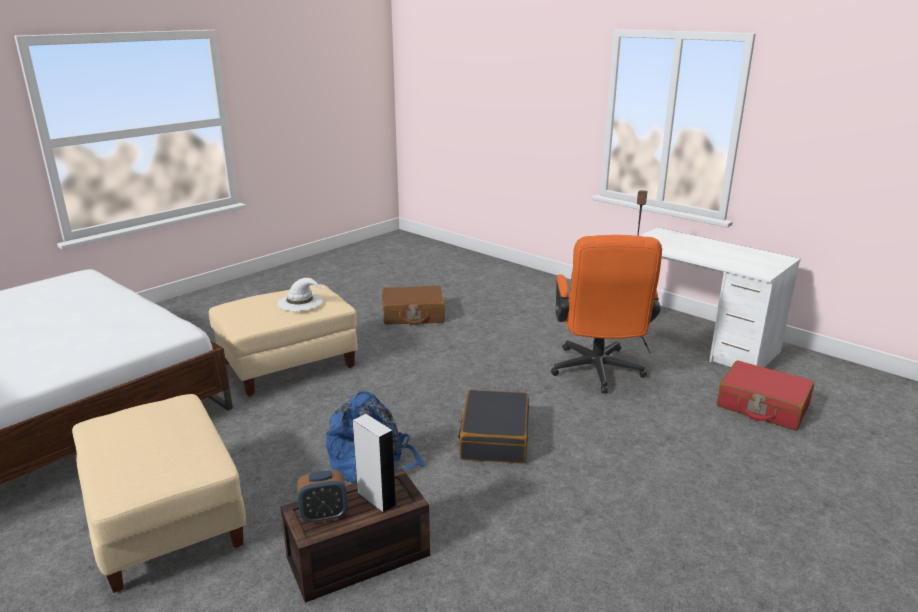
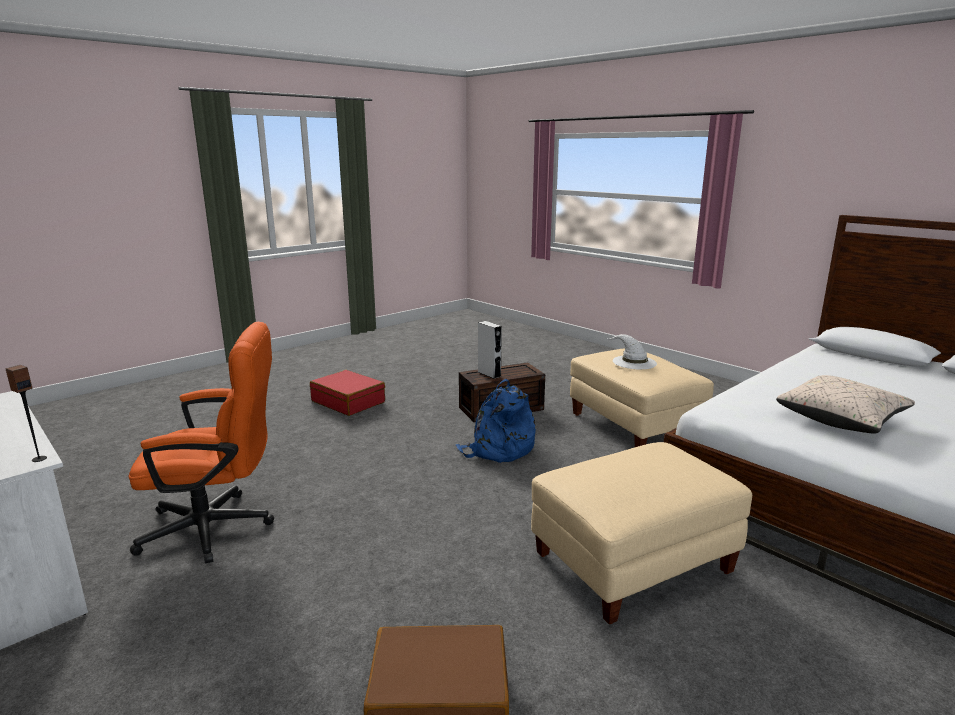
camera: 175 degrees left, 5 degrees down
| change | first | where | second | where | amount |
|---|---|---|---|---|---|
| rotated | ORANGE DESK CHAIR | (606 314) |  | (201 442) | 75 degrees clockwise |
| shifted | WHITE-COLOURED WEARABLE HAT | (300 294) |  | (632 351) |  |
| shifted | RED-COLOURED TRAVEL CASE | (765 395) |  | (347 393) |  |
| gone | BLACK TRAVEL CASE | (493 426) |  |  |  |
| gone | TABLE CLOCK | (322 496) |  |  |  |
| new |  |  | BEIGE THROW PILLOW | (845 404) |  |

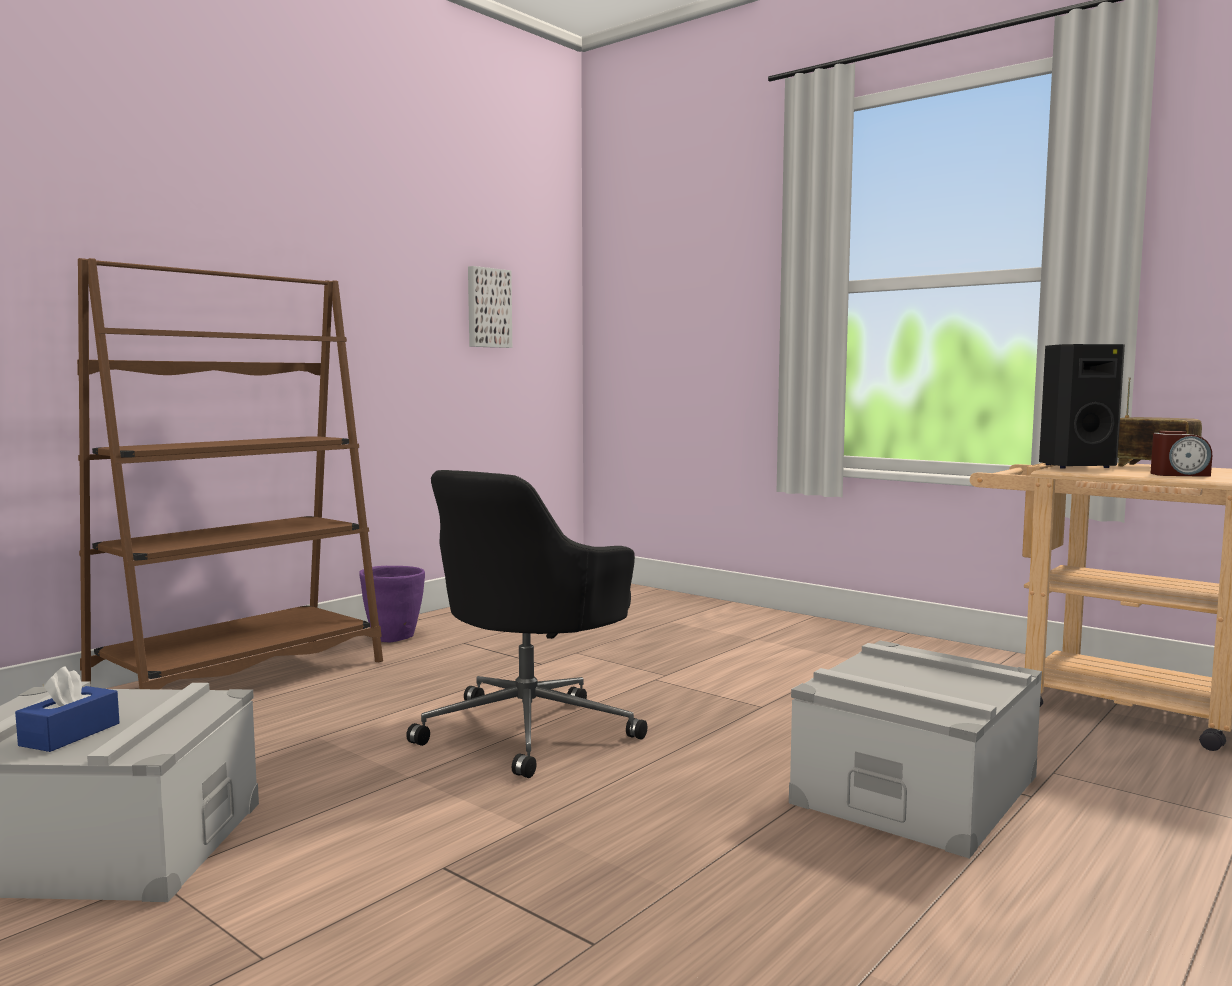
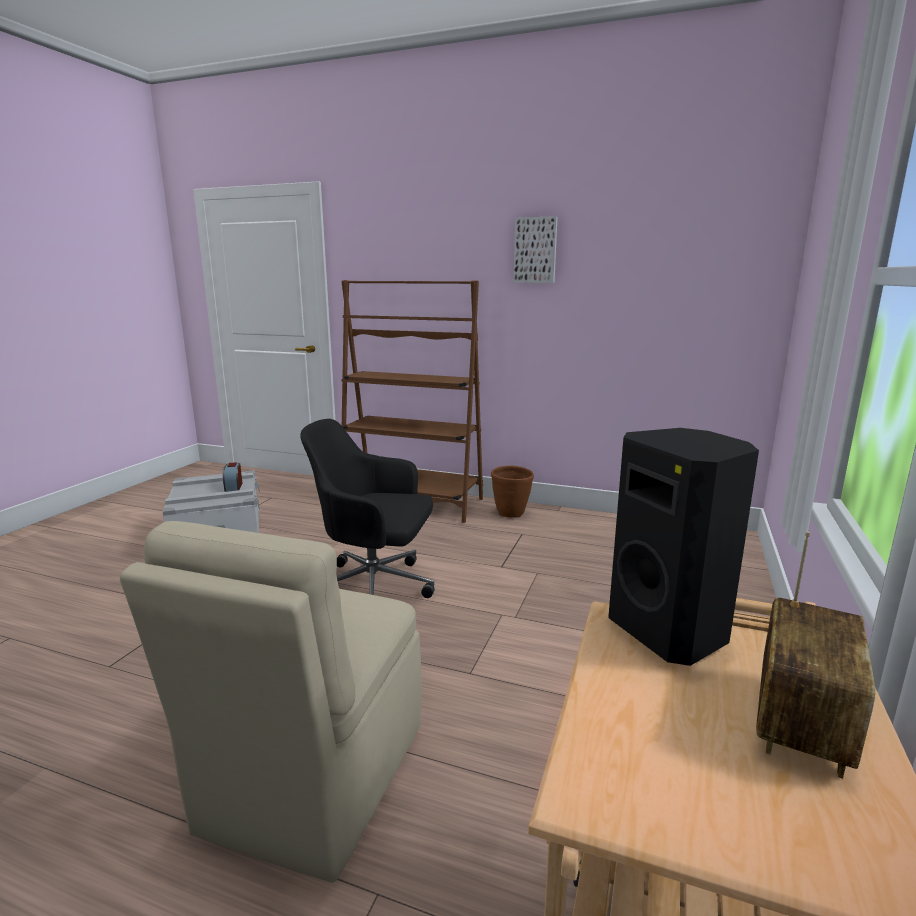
camera: 70 degrees right, 10 degrees up
| change | first | where | second | where | amount |
|---|---|---|---|---|---|
| shifted | WALL ART | (490 307) |  | (536 249) |  |
| shifted | TABLE CLOCK | (1181 454) |  | (232 477) |  |
| repainted | PURPLE FLOWER POT | (392 604) | BROWN FLOWER POT | (512 492) |  |
| swapped | GREYISH STORAGE CONTAINER | (915 749) | BEIGE PLAIN CHAIR | (271 702) |  |
| gone | BLUE TISSUE BOX | (67 709) |  |  |  |

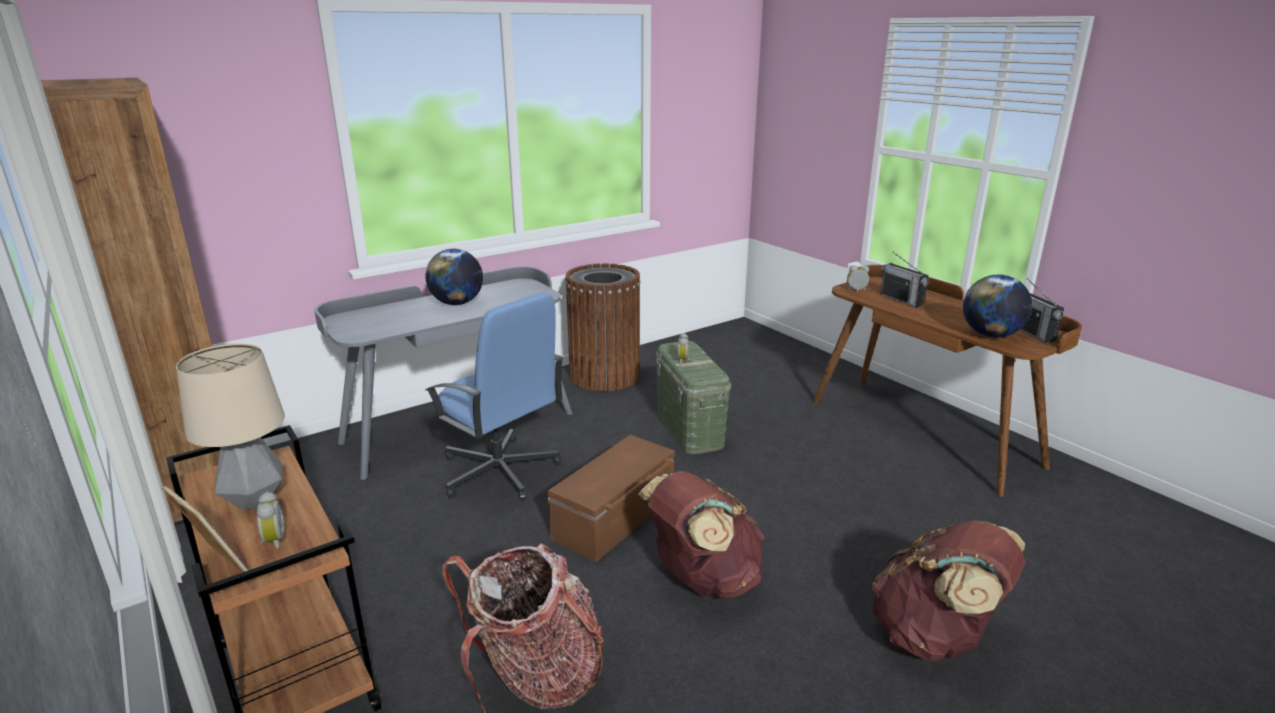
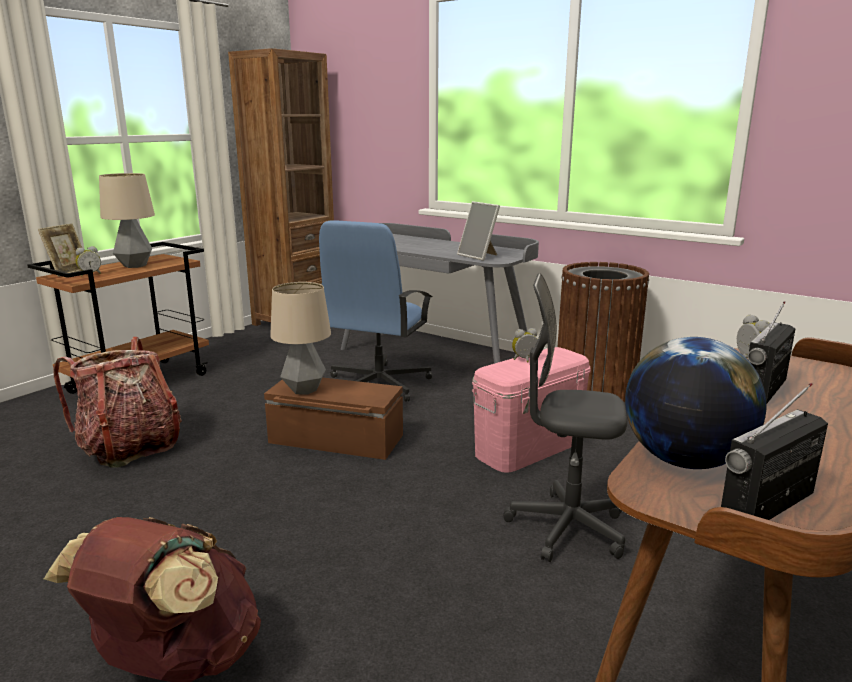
camera: 70 degrees right, 5 degrees down
| change | first | where | second | where | amount |
|---|---|---|---|---|---|
| gone | GLOBE | (454 277) |  |  |  |
| repainted | GREEN STORAGE CONTAINER | (693 397) | PINK STORAGE CONTAINER | (531 410) |  |
| gone | BROWN BACKPACK | (701 535) |  |  |  |
| new |  |  | STANDING FRAME | (478 231) |  |
| new |  |  | GREYISH DESK CHAIR | (565 417) |  |
| new |  |  | LAMP FOR A TABLE | (300 338) |  |

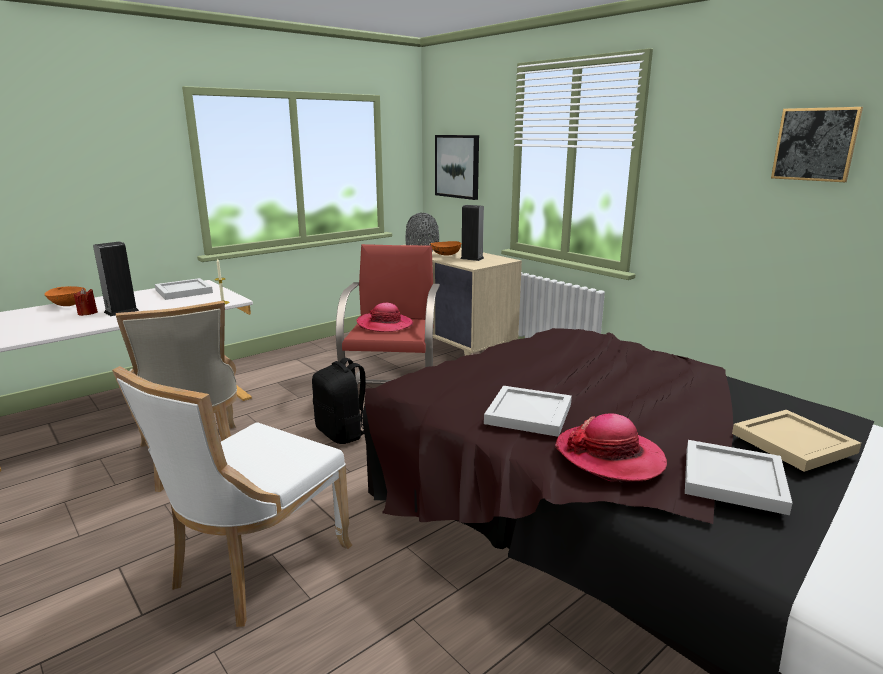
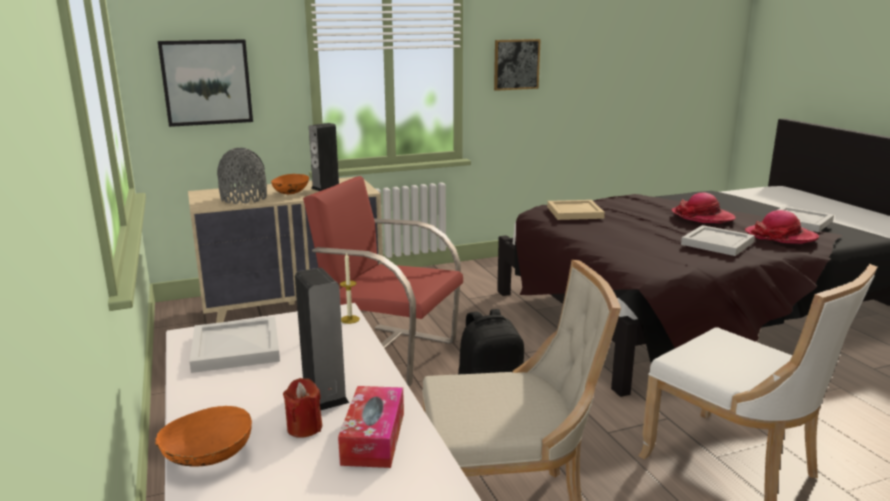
camera: 70 degrees left, 0 degrees up
| change | first | where | second | where | amount |
|---|---|---|---|---|---|
| shifted | WALL ART | (817 144) |  | (517 65) |  |
| shifted | WEARABLE HAT | (385 317) |  | (704 207) |  |
| shifted | BEIGE TRAY | (796 441) |  | (576 210) |  |
| new |  |  | TISSUE BOX | (371 427) |  |

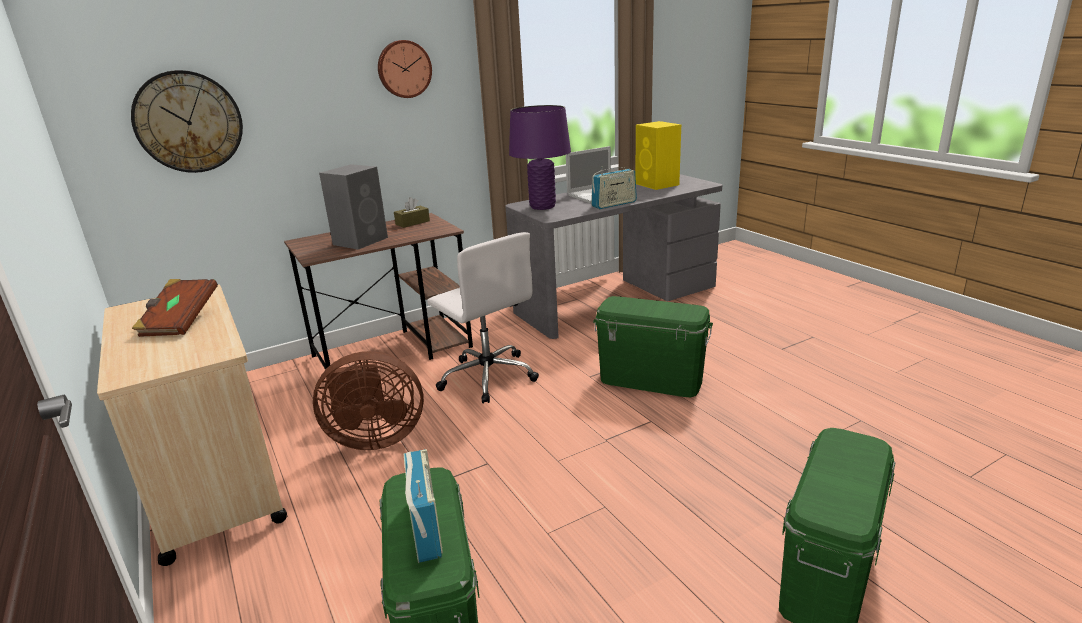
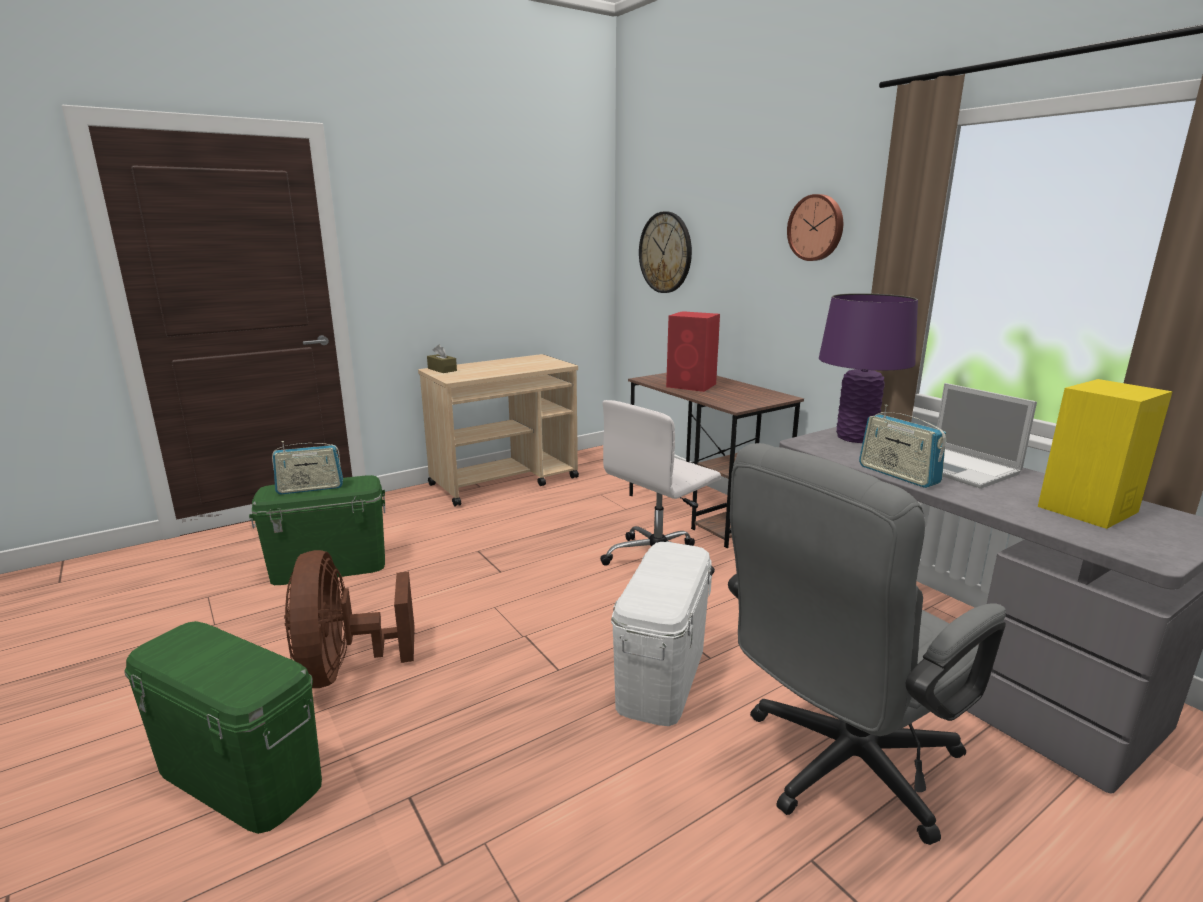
camera: 85 degrees right, 5 degrees down
| change | first | where | second | where | amount |
|---|---|---|---|---|---|
| repainted | GREYISH LOUDSPEAKER | (353 207) | RED-COLOURED LOUDSPEAKER | (693 351) |  |
| shifted | BROWN TISSUE BOX | (412 212) |  | (442 358) |  |
| gone | BROWN BOOK | (175 308) |  |  |  |
| repainted | GREEN STORAGE CONTAINER | (653 346) | WHITE-COLOURED STORAGE CONTAINER | (661 634) |  |
| shifted | BROWN ELECTRIC FAN | (368 400) |  | (349 619) |  |
| new |  |  | GREYISH DESK CHAIR | (867 644) |  |

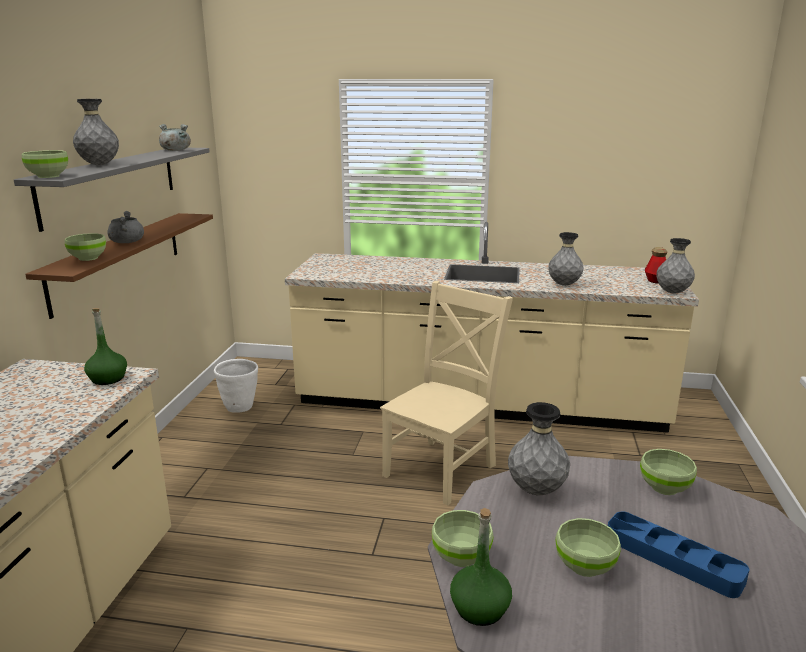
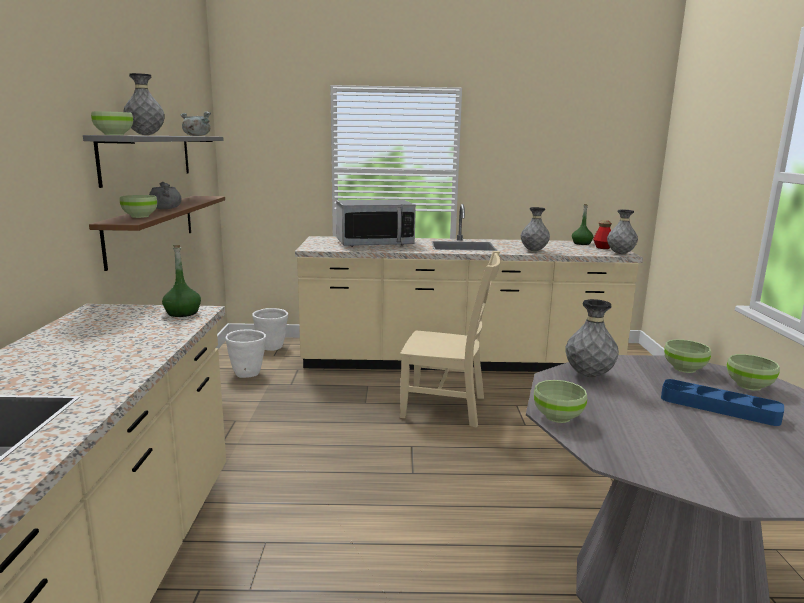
camera: 10 degrees left, 5 degrees down
| change | first | where | second | where | amount |
|---|---|---|---|---|---|
| rotated | BEIGE PLAIN CHAIR | (446 393) |  | (450 339) | 75 degrees clockwise |
| shifted | GREEN DRINK BOTTLE | (481 567) |  | (582 224) |  |
| shifted | GREEN SERVING BOWL | (588 547) |  | (753 372) |  |
| new |  |  | MICROWAVE | (376 223) |  |
| new |  |  | WHITE-COLOURED FLOWER POT | (270 329) |  |

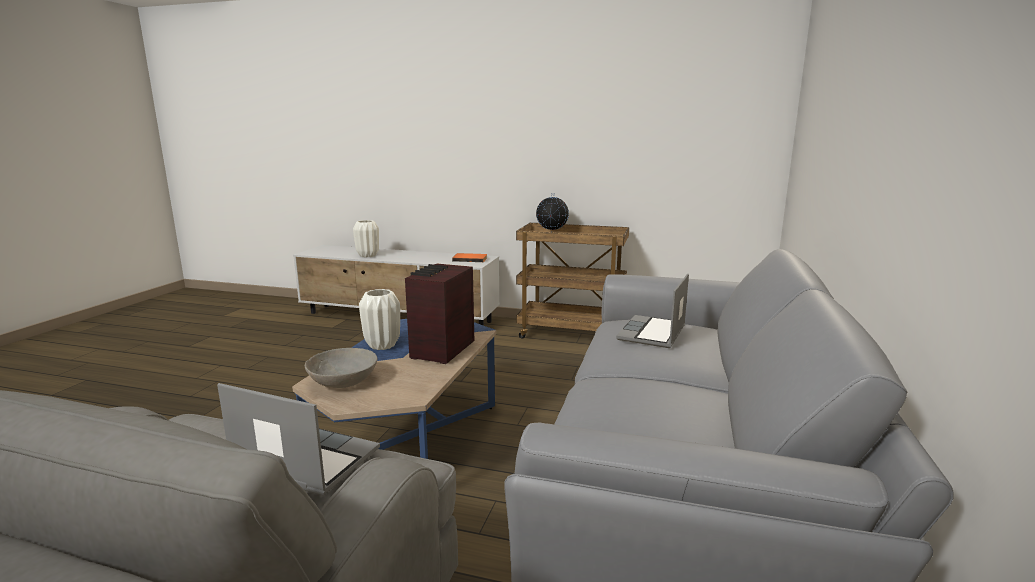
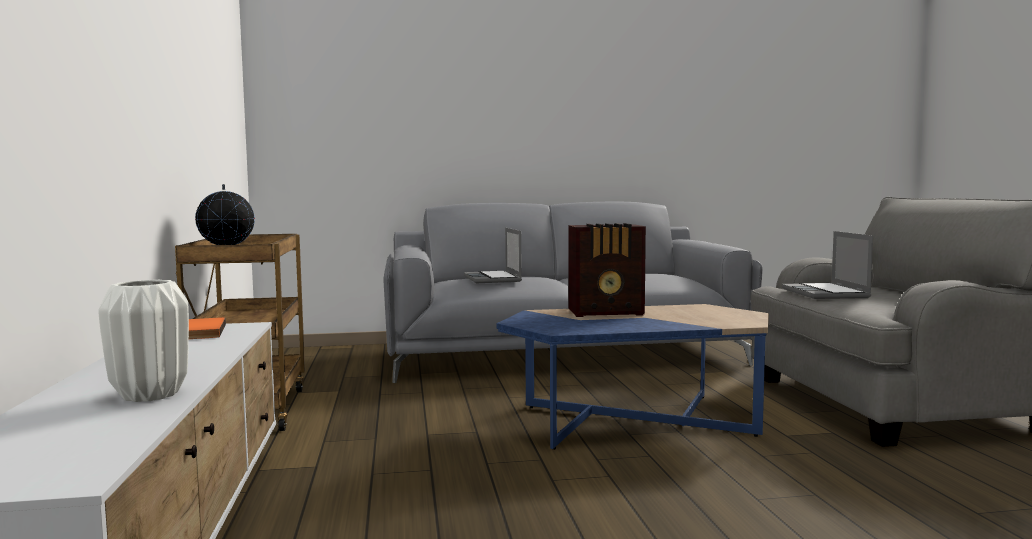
camera: 115 degrees left, 10 degrees down
| change | first | where | second | where | amount |
|---|---|---|---|---|---|
| rotated | LAPTOP | (652 311) |  | (493 255) | 75 degrees clockwise |
| gone | WHITE-COLOURED DECORATIVE VASE | (379 319) |  |  |  |
| gone | GREYISH SERVING BOWL | (341 368) |  |  |  |

